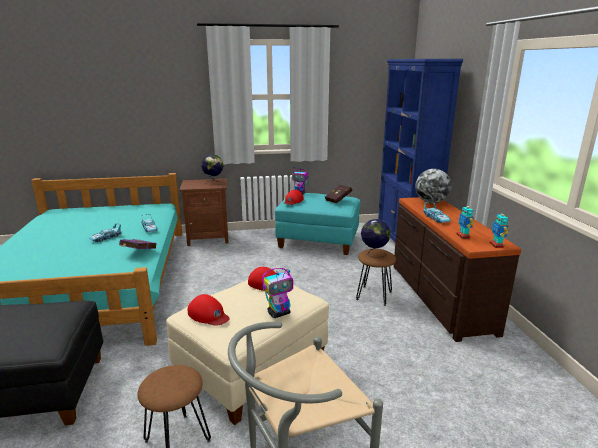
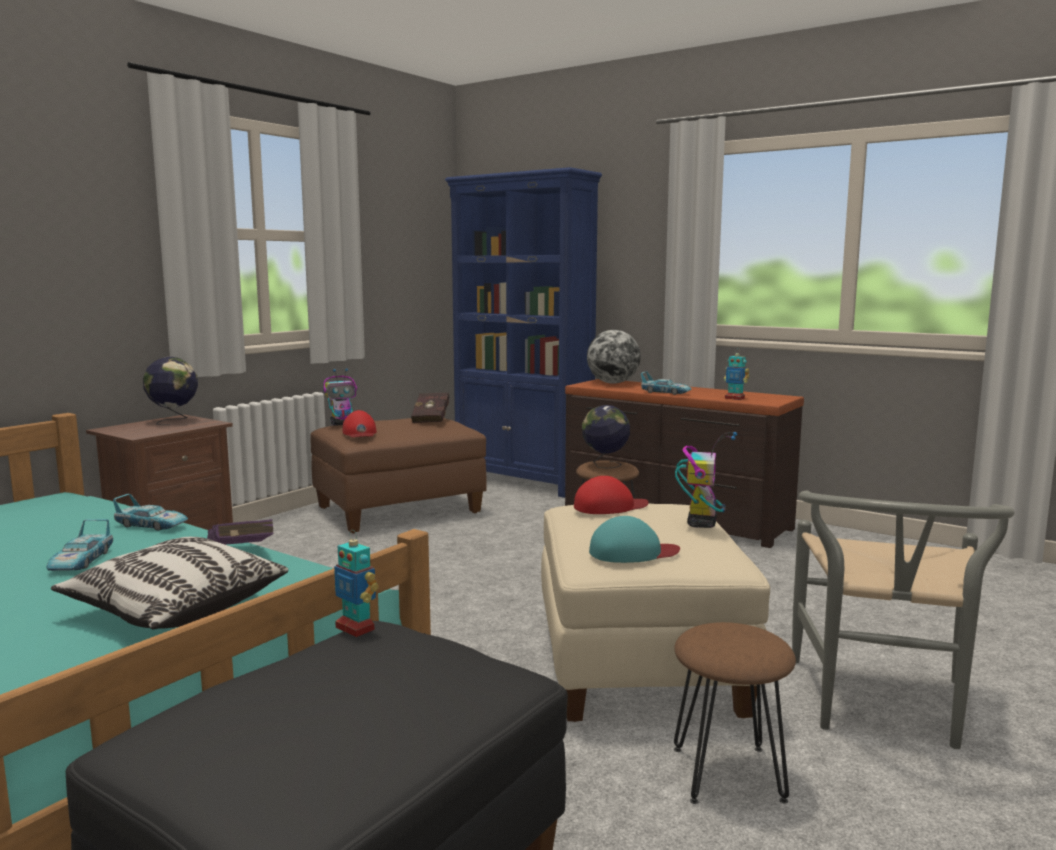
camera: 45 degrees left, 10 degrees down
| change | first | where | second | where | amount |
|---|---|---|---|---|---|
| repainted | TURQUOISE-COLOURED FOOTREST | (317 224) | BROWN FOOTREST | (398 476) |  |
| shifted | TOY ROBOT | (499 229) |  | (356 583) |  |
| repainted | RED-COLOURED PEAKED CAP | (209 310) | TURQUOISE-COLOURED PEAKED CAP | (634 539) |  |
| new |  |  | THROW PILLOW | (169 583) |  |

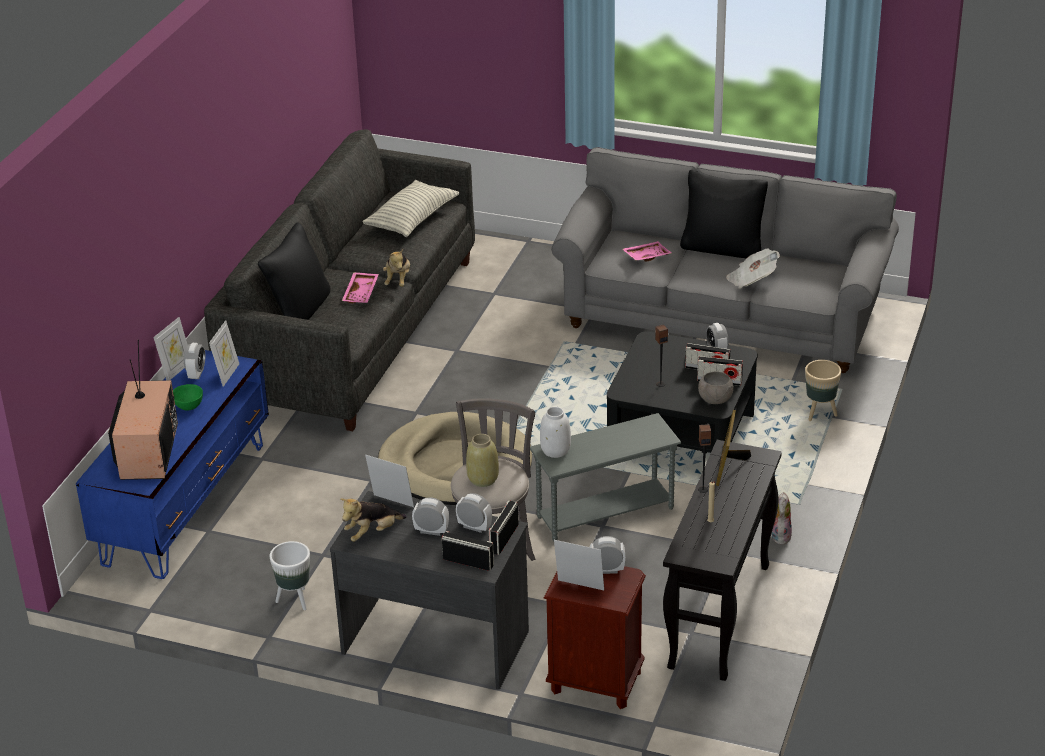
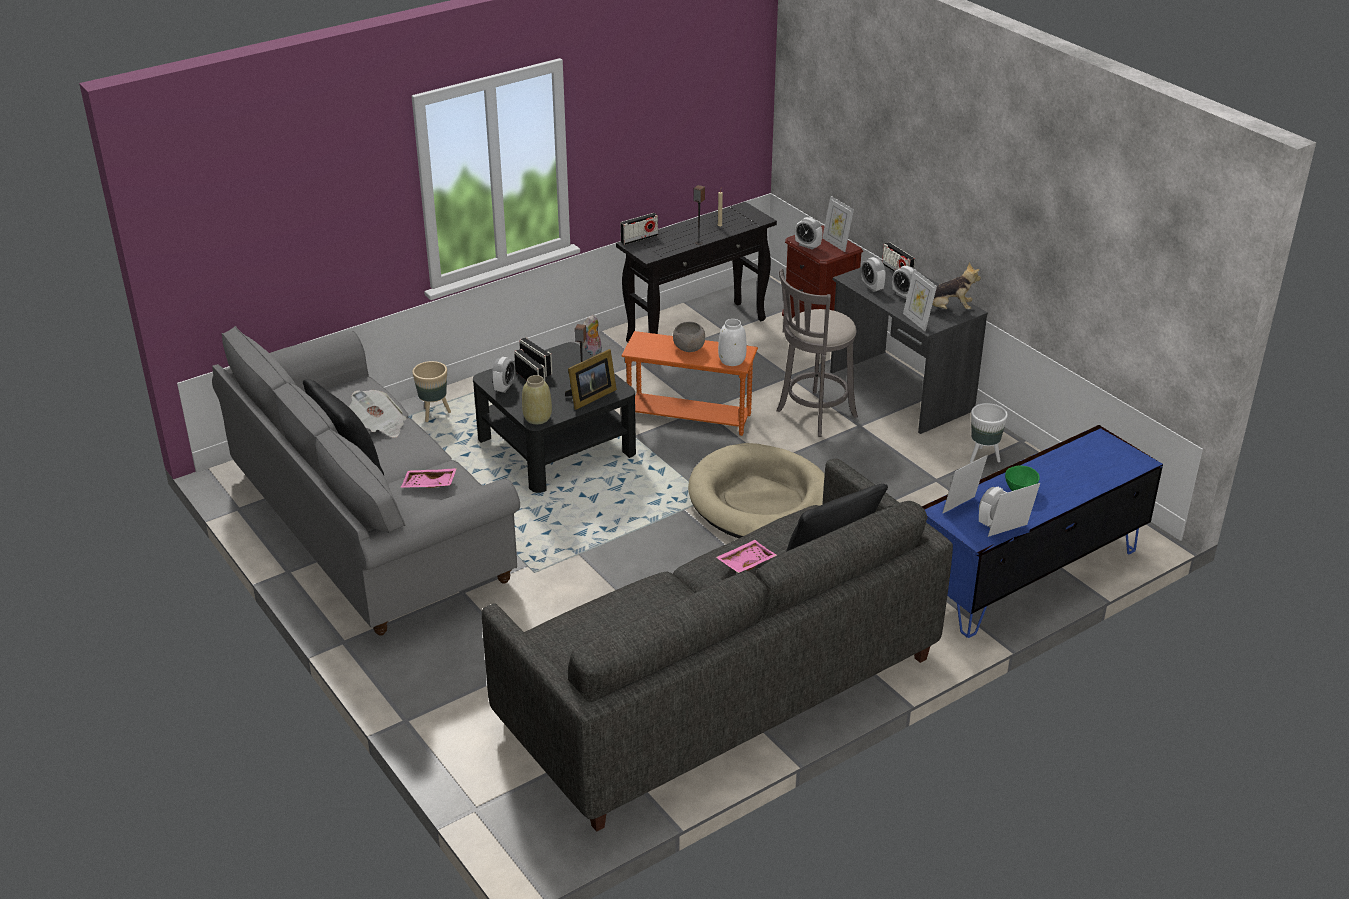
camera: 145 degrees left, 0 degrees up
| change | first | where | second | where | amount |
|---|---|---|---|---|---|
| gone | THROW PILLOW | (410 208) |  |  |  |
| gone | SOFT TOY | (396 268) |  |  |  |
| gone | TV SET | (143 410) |  |  |  |
| shifted | GREYISH SERVING BOWL | (716 388) |  | (689 337) |  |
| shifted | STANDING FRAME | (733 448) |  | (591 379) |  |
| repainted | GREYISH ACCENT TABLE | (605 477) | ORANGE ACCENT TABLE | (689 383) |  |
| shifted | BEIGE DECORATIVE VASE | (482 460) |  | (537 399) |  |
| shifted | RADIO RECEIVER | (504 527) |  | (639 229) |  |

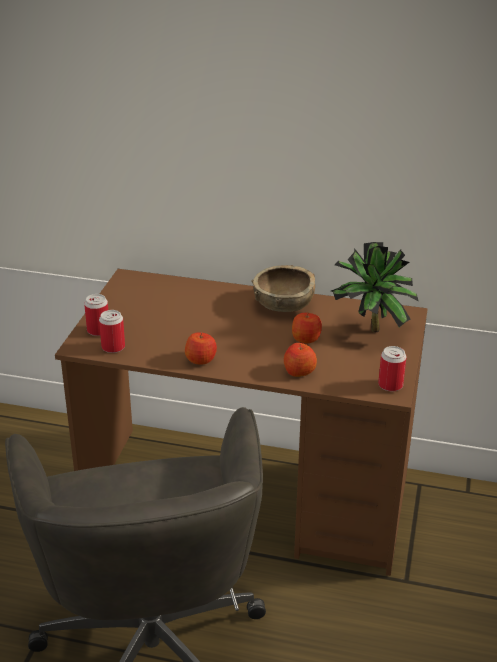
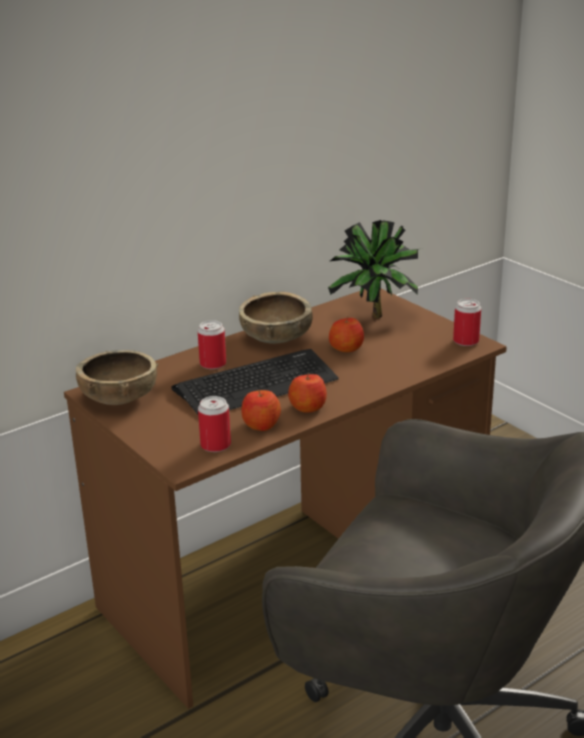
camera: 50 degrees left, 5 degrees down
| change | first | where | second | where | amount |
|---|---|---|---|---|---|
| shifted | METAL CAN | (96 315) |  | (211 344) |  |
| shifted | APPLE FRUIT | (300 360) |  | (261 410) |  |
| new |  |  | COMPUTER KEYBOARD | (255 382) |  |
| new |  |  | BROWN SERVING BOWL | (117 377) |  |

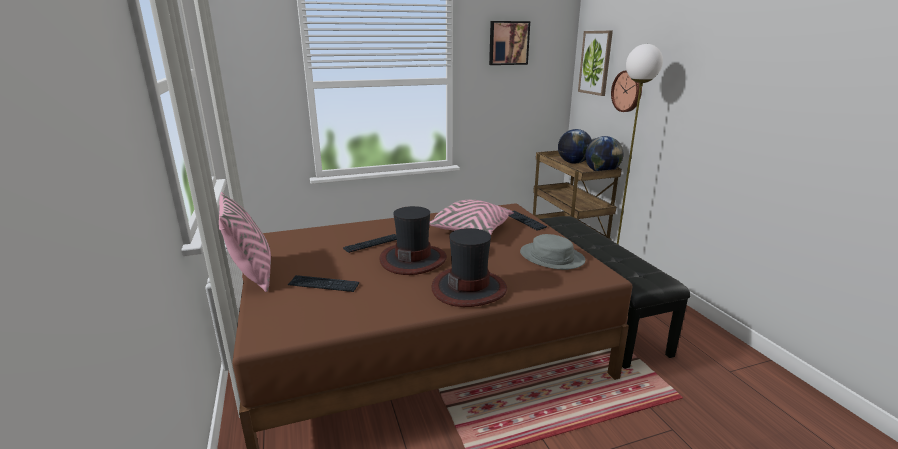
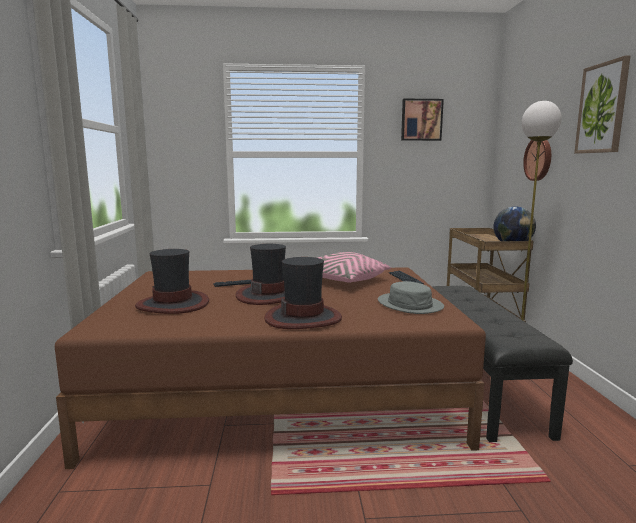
camera: 15 degrees right, 10 degrees down
| change | first | where | second | where | amount |
|---|---|---|---|---|---|
| shifted | WALL ART | (595 63) |  | (602 105) |  |
| gone | GLOBE | (575 146) |  |  |  |
| gone | PINK THROW PILLOW | (245 242) |  |  |  |
| swapped | COMPUTER KEYBOARD | (323 283) | WEARABLE HAT | (172 281) |  |

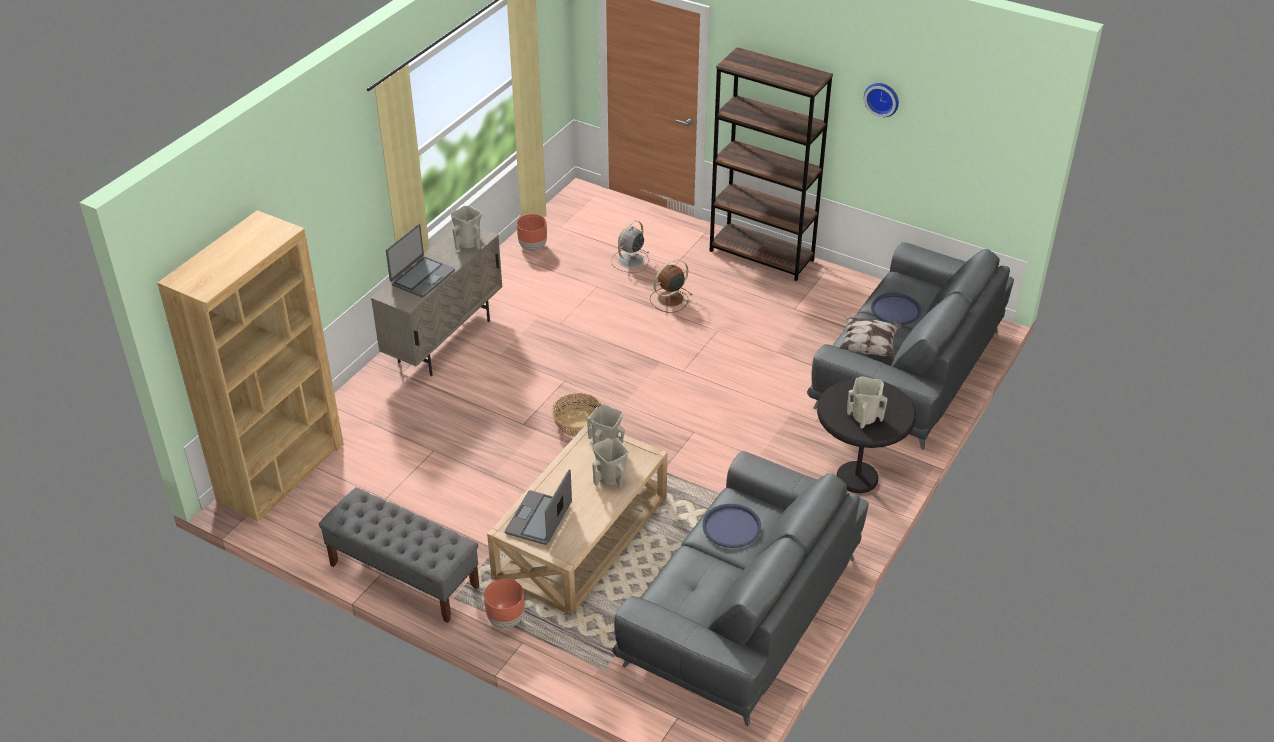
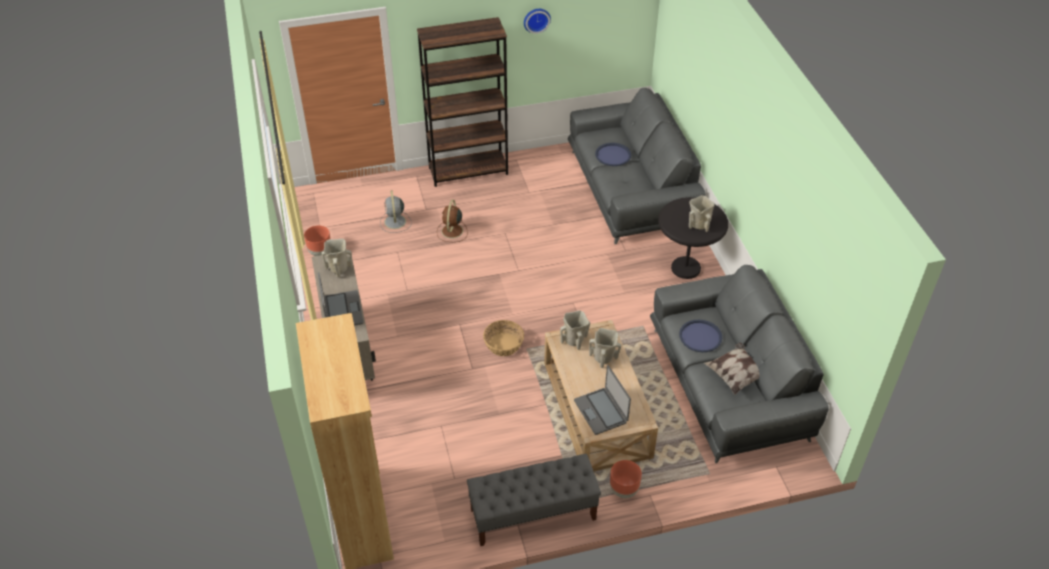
camera: 45 degrees left, 5 degrees up
| change | first | where | second | where | amount |
|---|---|---|---|---|---|
| shifted | THROW PILLOW | (871 337) |  | (732 369) |  |

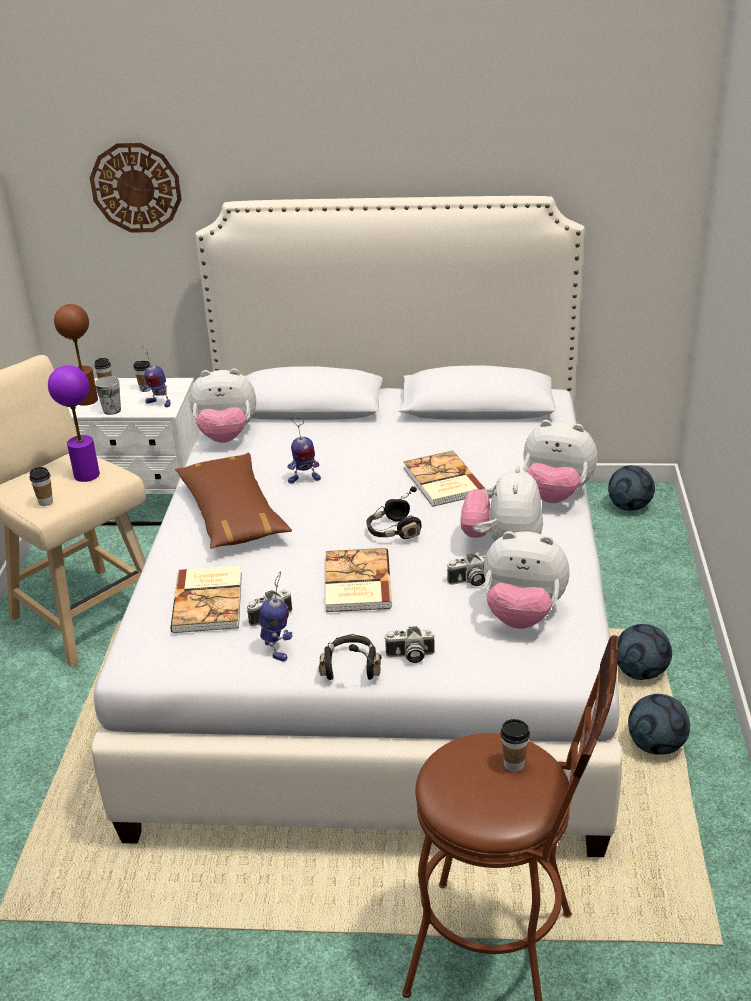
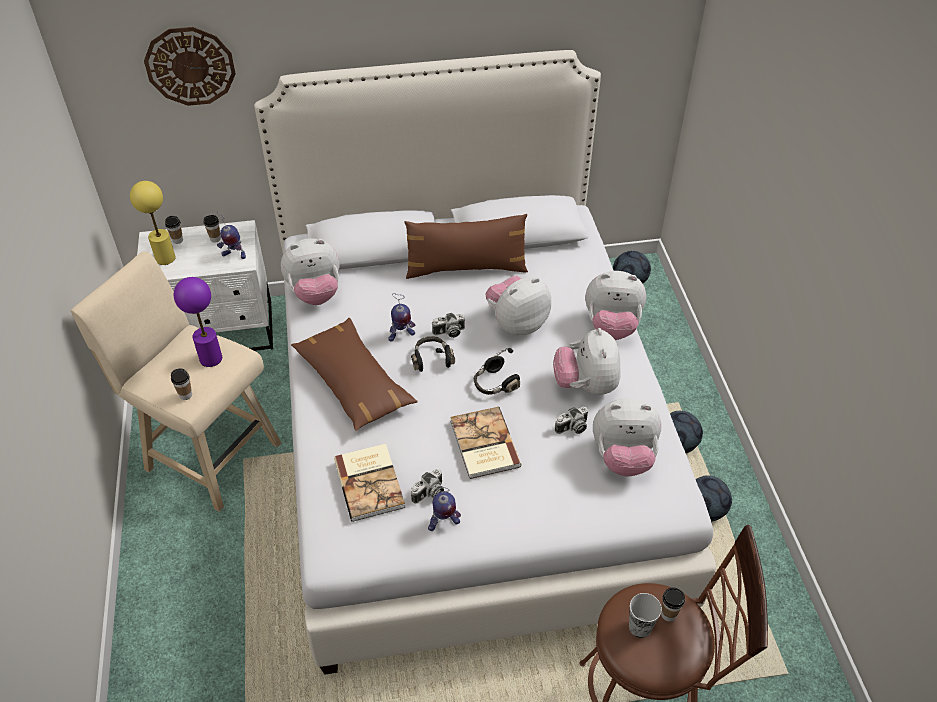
camera: 15 degrees left, 15 degrees up
| change | first | where | second | where | amount |
|---|---|---|---|---|---|
| repainted | BROWN LAMP FOR A TABLE | (76 354) | YELLOW-COLOURED LAMP FOR A TABLE | (152 223) |  |
| shifted | CUP | (108 395) |  | (645 615) |  |
| swapped | BOOK | (444 479) | SOFT TOY | (518 305) |  |
| rotated | TOY ROBOT | (275 616) |  | (444 508) | 105 degrees clockwise |
| shifted | PHOTO CAMERA | (409 644) |  | (448 325) |  |
| shifted | BLACK PAIR OF HEADPHONES | (350 657) |  | (433 354) |  |
| new |  |  | BROWN THROW PILLOW | (466 246) |  |

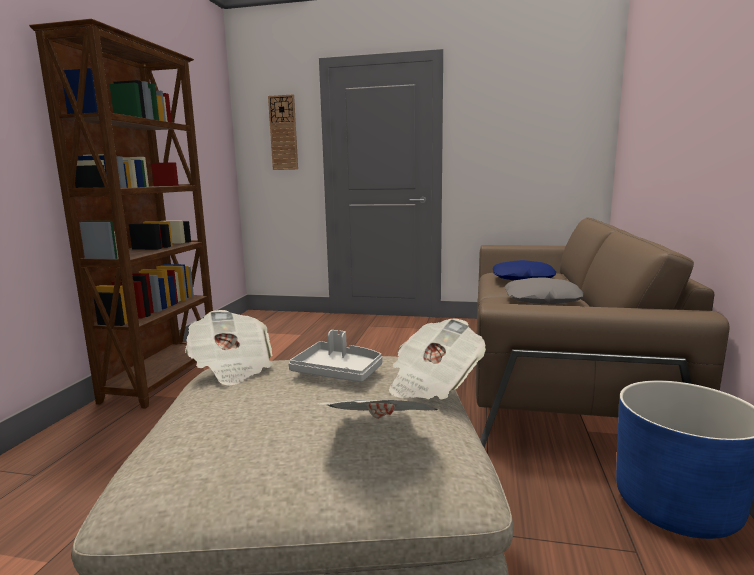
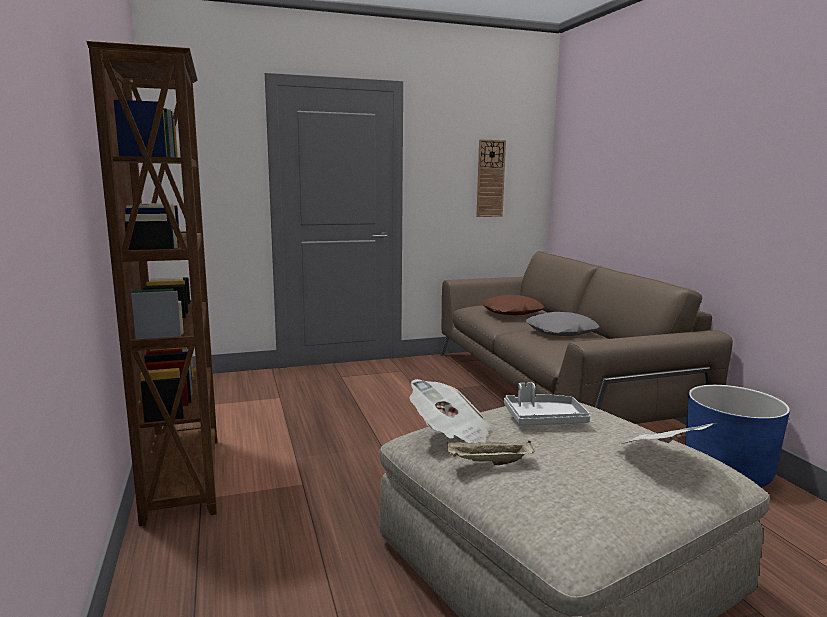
camera: 30 degrees left, 0 degrees up
| change | first | where | second | where | amount |
|---|---|---|---|---|---|
| shifted | CLOCK ON THE WALL | (283 132) |  | (491 178) |  |
| repainted | BLUE THROW PILLOW | (524 270) | BROWN THROW PILLOW | (513 305) |  |
| gone | PRINTED PAPER | (437 359) |  |  |  |
| new |  |  | BEIGE TRAY | (490 453) |  |

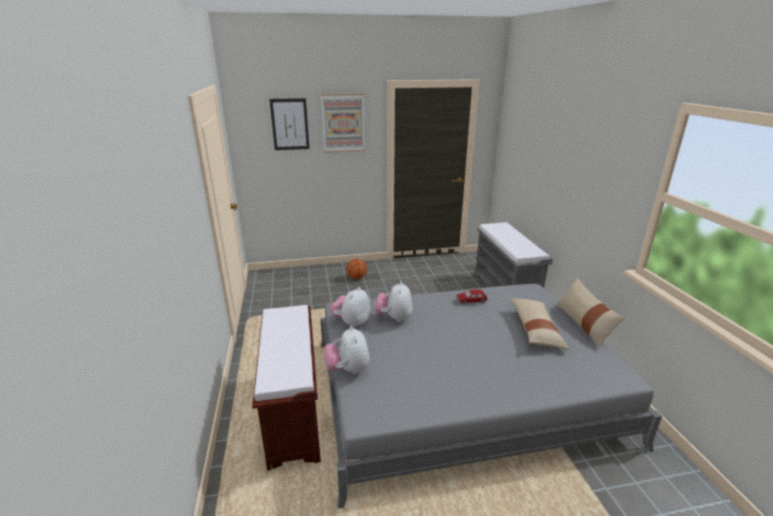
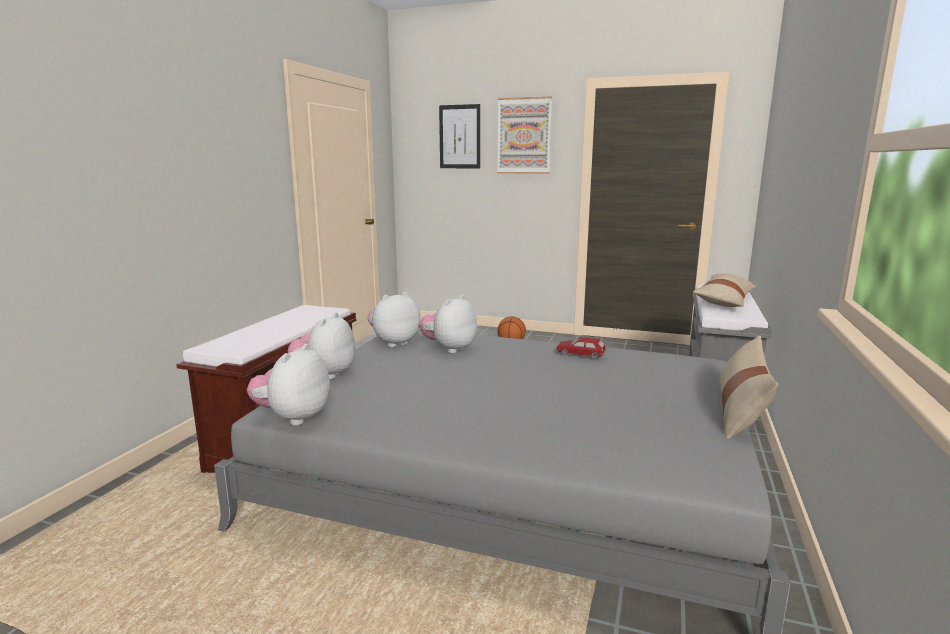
camera: 30 degrees right, 10 degrees down
| change | first | where | second | where | amount |
|---|---|---|---|---|---|
| shifted | BEIGE THROW PILLOW | (540 324) |  | (724 290) |  |
| new |  |  | SOFT TOY | (288 385) |  |

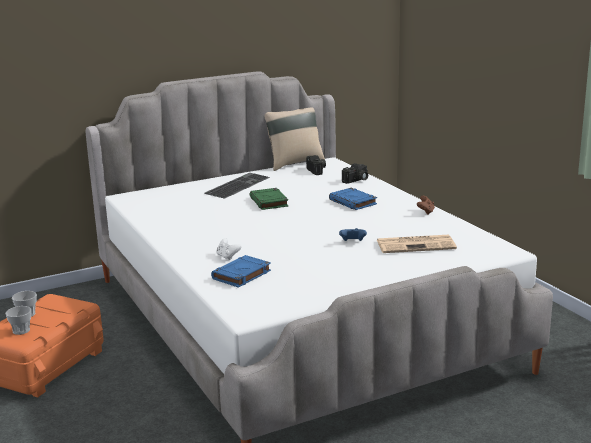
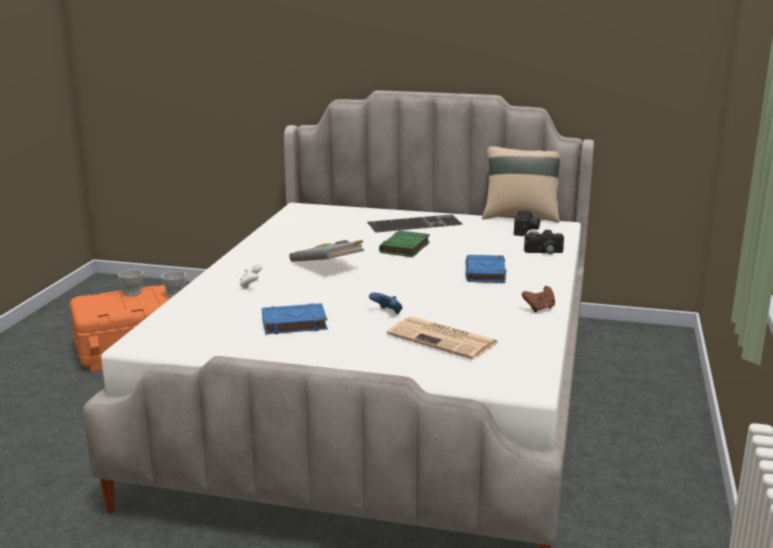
camera: 40 degrees right, 0 degrees up
| change | first | where | second | where | amount |
|---|---|---|---|---|---|
| shifted | BLUE BOOK | (241 271) |  | (295 318) |  |
| shifted | CUP | (18 320) |  | (173 284) |  |
| new |  |  | GREYISH BOOK | (326 251) |  |

